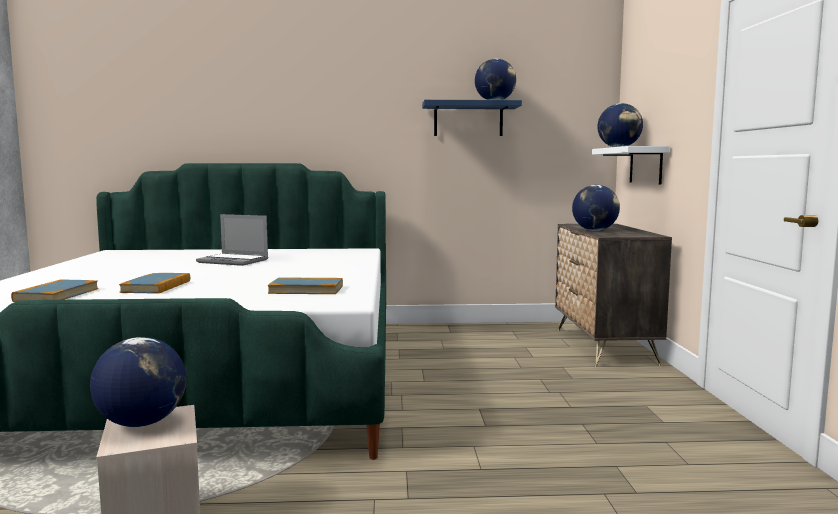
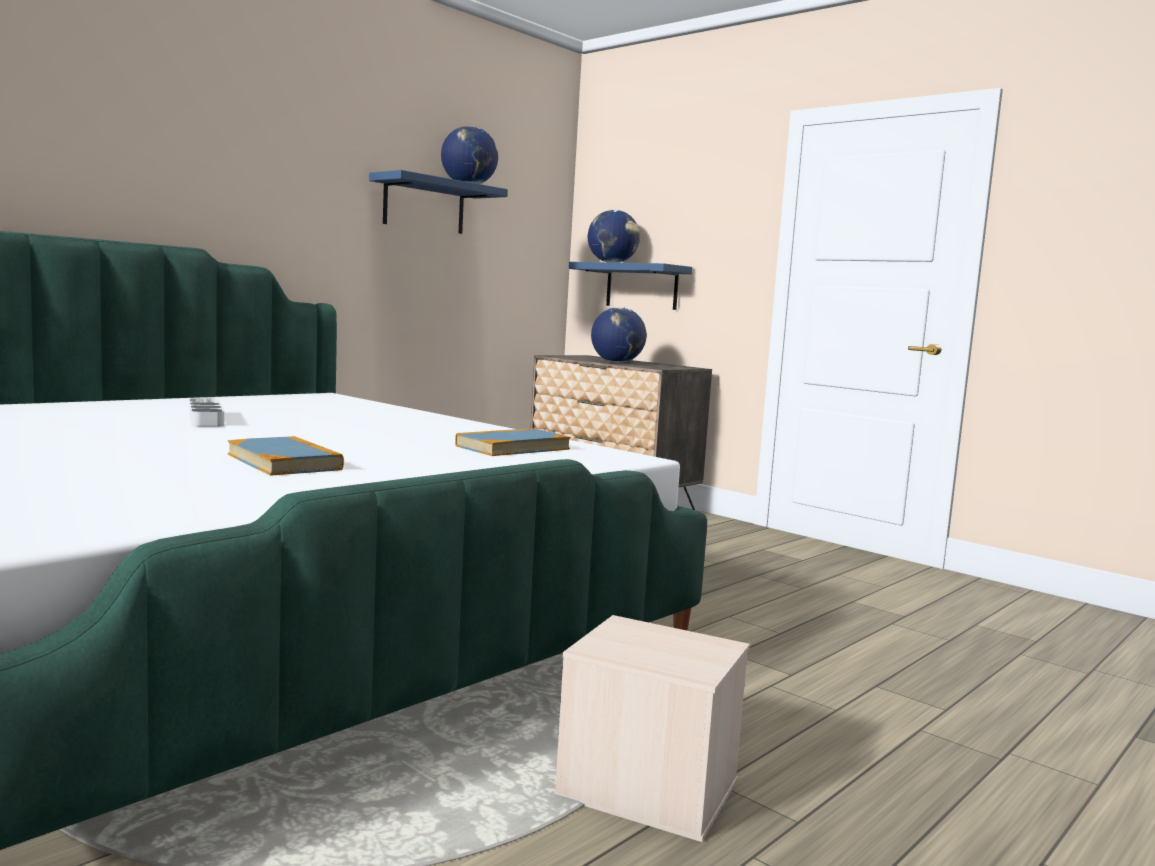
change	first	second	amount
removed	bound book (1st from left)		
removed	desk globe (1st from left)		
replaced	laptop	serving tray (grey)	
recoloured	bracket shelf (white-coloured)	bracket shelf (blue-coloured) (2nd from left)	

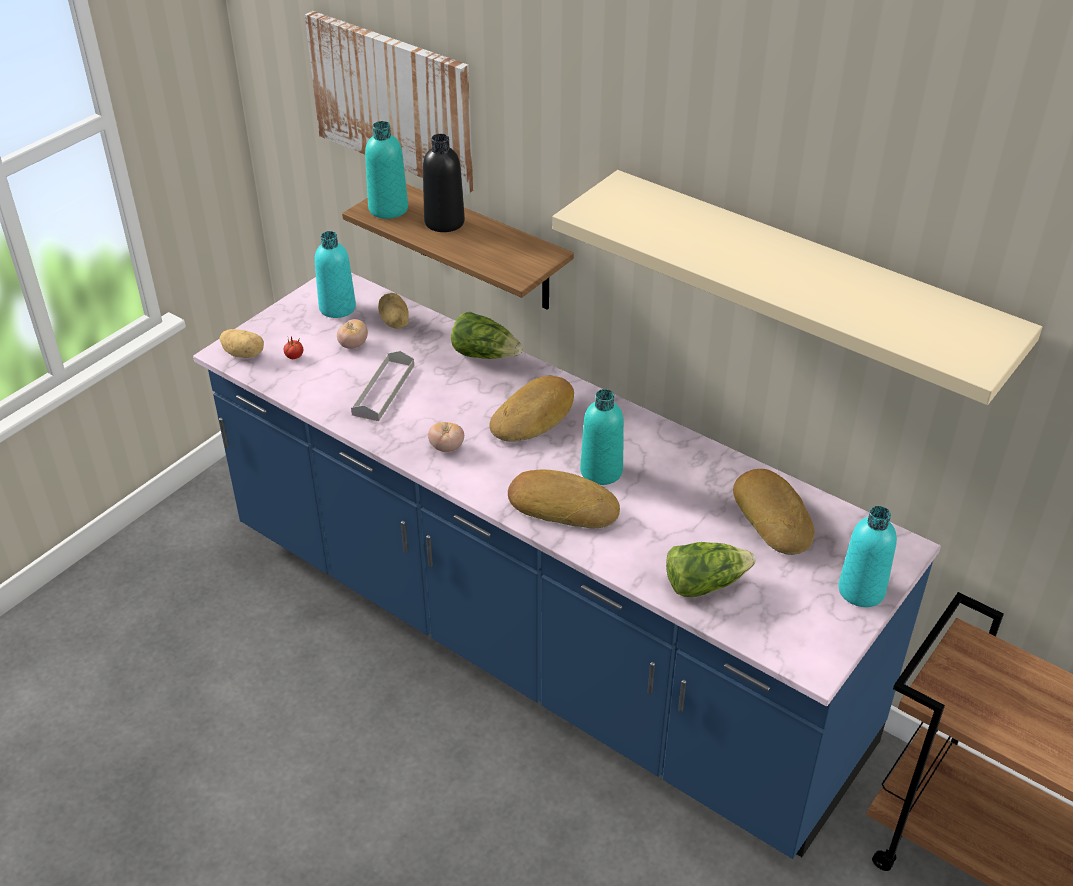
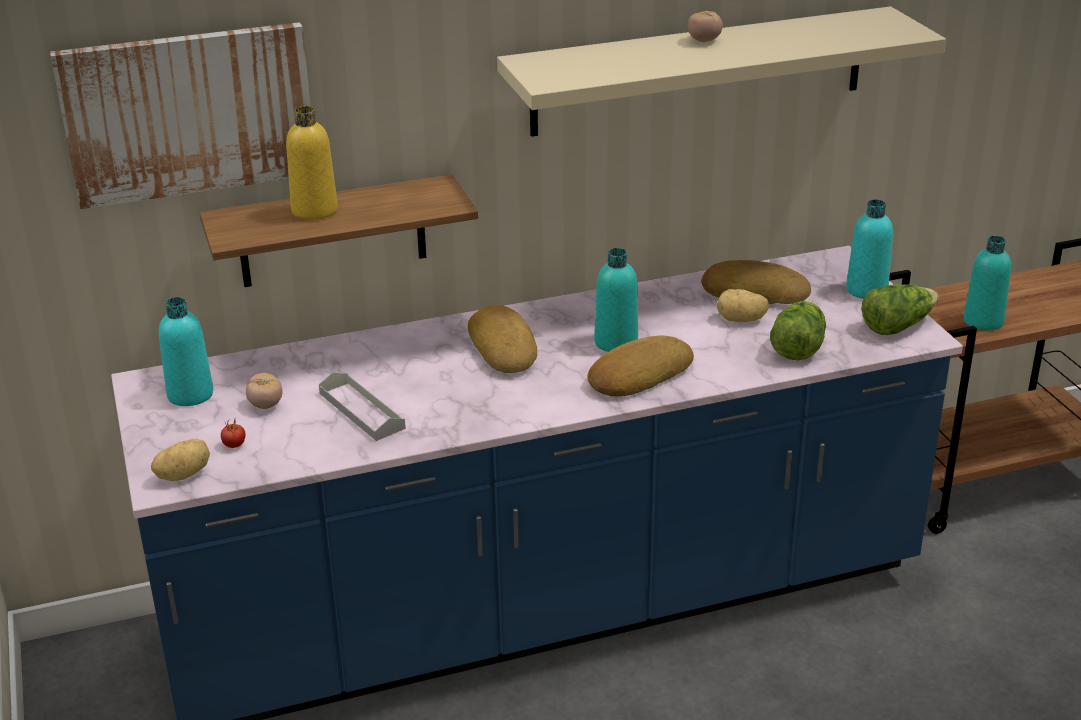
change	first	second	amount
moved	beverage bottle (blue-green) (2nd from left in the first image)	beverage bottle (blue-green) (4th from left)	
moved	potato (2nd from left)		
moved	fresh tomato (3rd from left)		
moved	head of lettuce (1st from left in the first image)	head of lettuce (2nd from left)	
recoloured	beverage bottle (blackish)	beverage bottle (yellowish)	

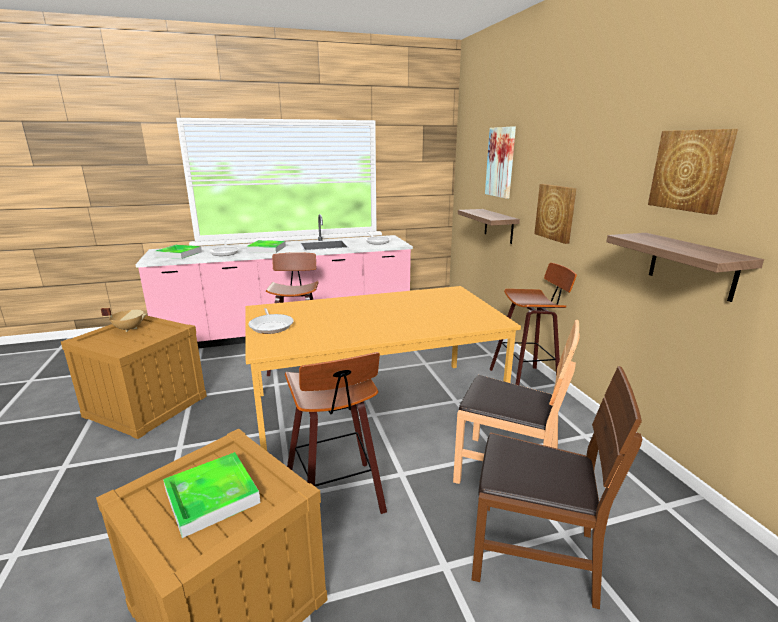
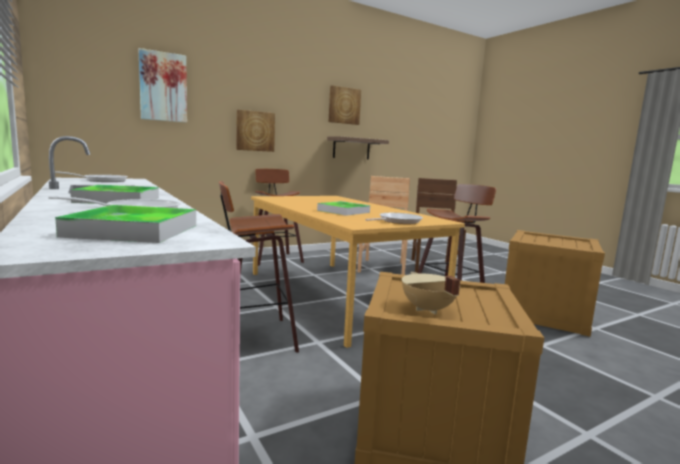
change	first	second	amount
removed	bracket shelf (1st from left)		
moved	serving tray (2nd from left in the first image)	serving tray (3rd from left)	

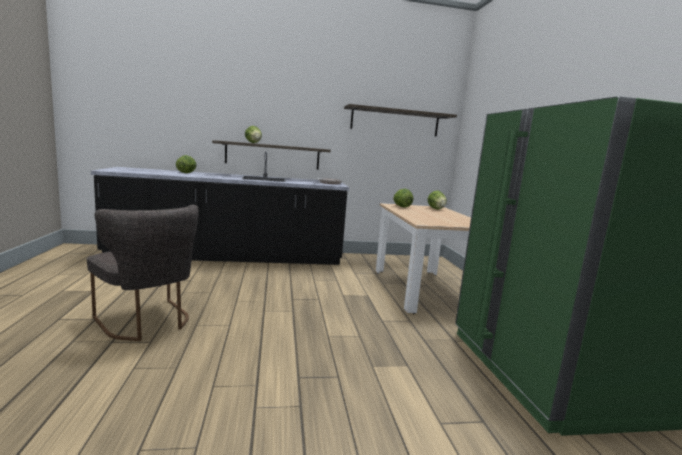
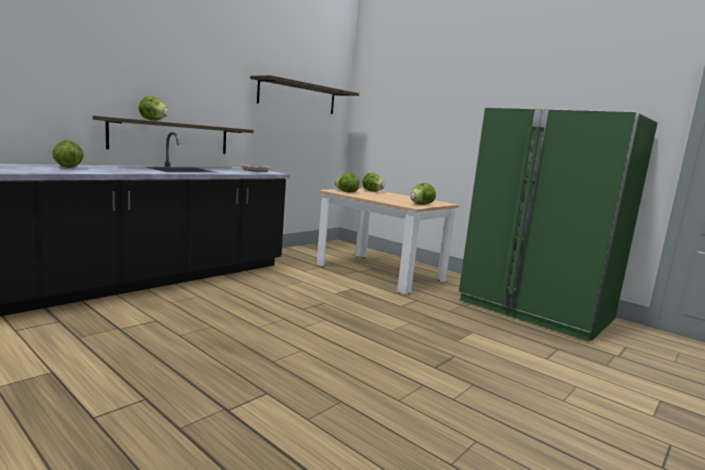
change	first	second	amount
removed	chair (grey)		
added		head of lettuce (5th from left)	

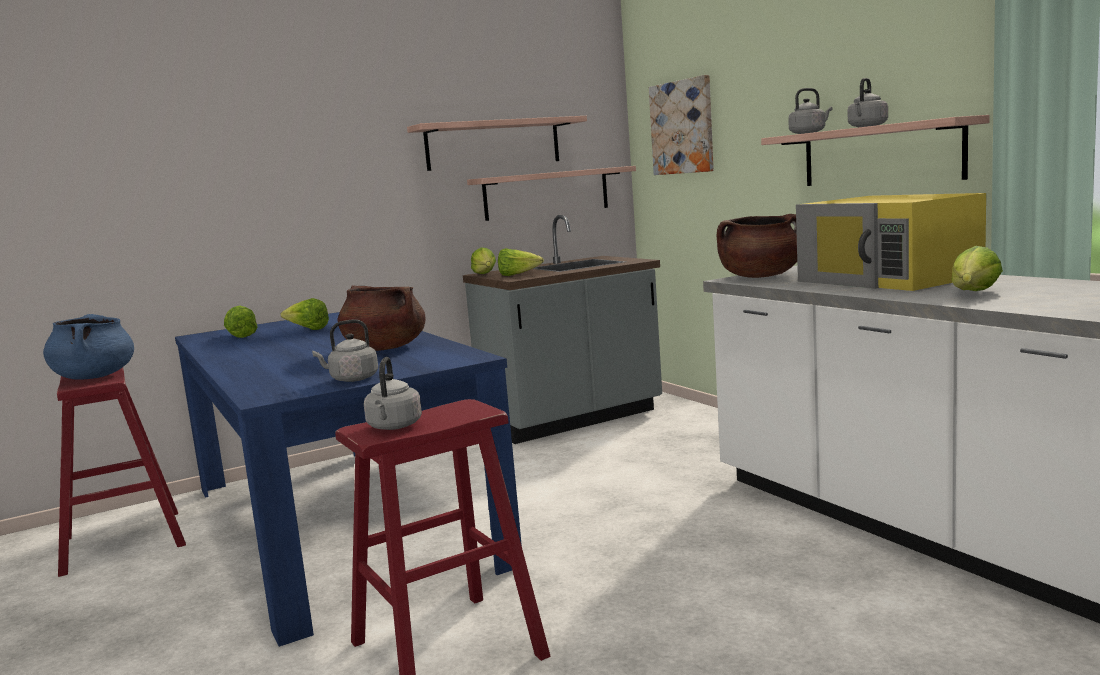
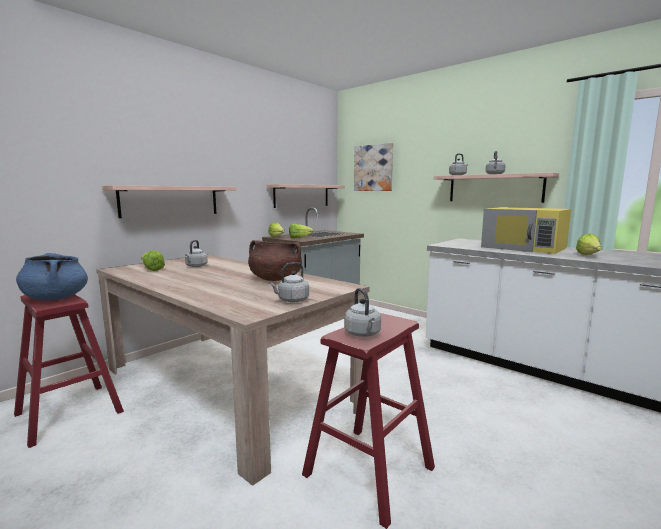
change	first	second	amount
removed	stockpot (brown) (2nd from left)		
moved	bracket shelf (1st from left)		
replaced	head of lettuce (2nd from left)	tea kettle (grey) (1st from left)	
recoloured	dining table (blue-coloured)	dining table (sand-coloured)	

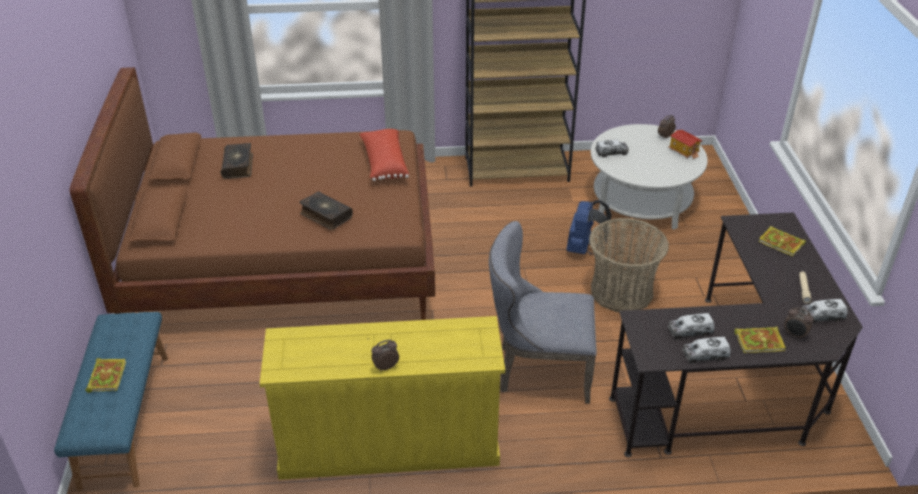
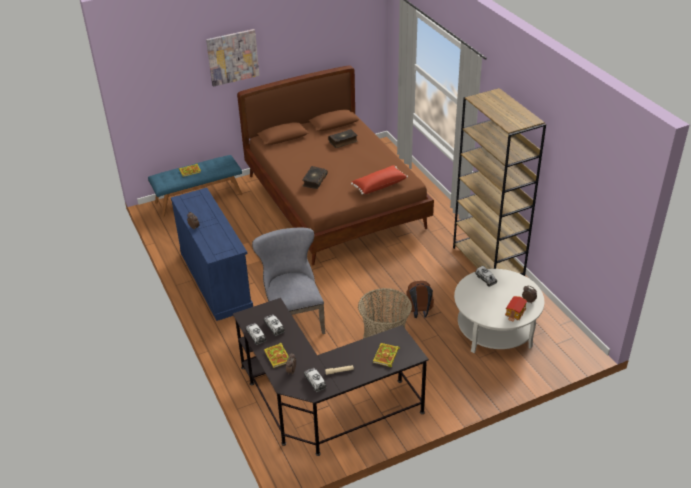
change	first	second	amount
added		picture	
recoloured	drawer chest (yellowish)	drawer chest (blue-coloured)	
recoloured	backpack (blue-coloured)	backpack (brown)	

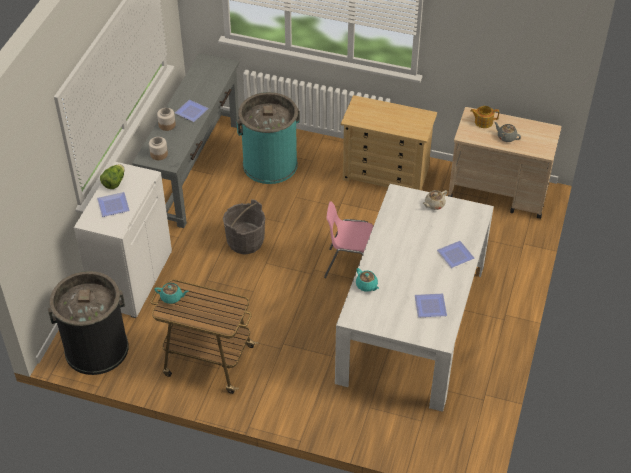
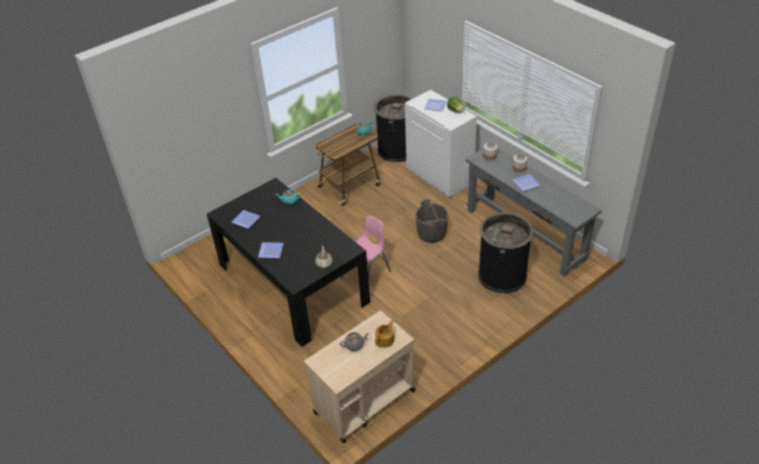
change	first	second	amount
removed	drawer chest (sand-coloured)		
recoloured	waste bin (blue-green)	waste bin (blackish) (2nd from left)	
recoloured	dining table (white-coloured)	dining table (blackish)	

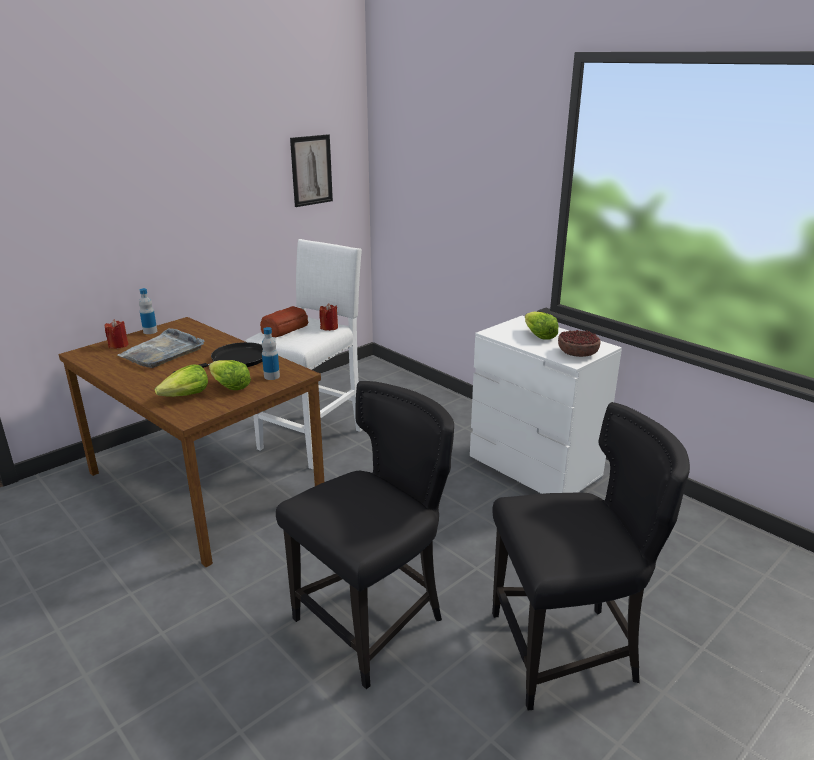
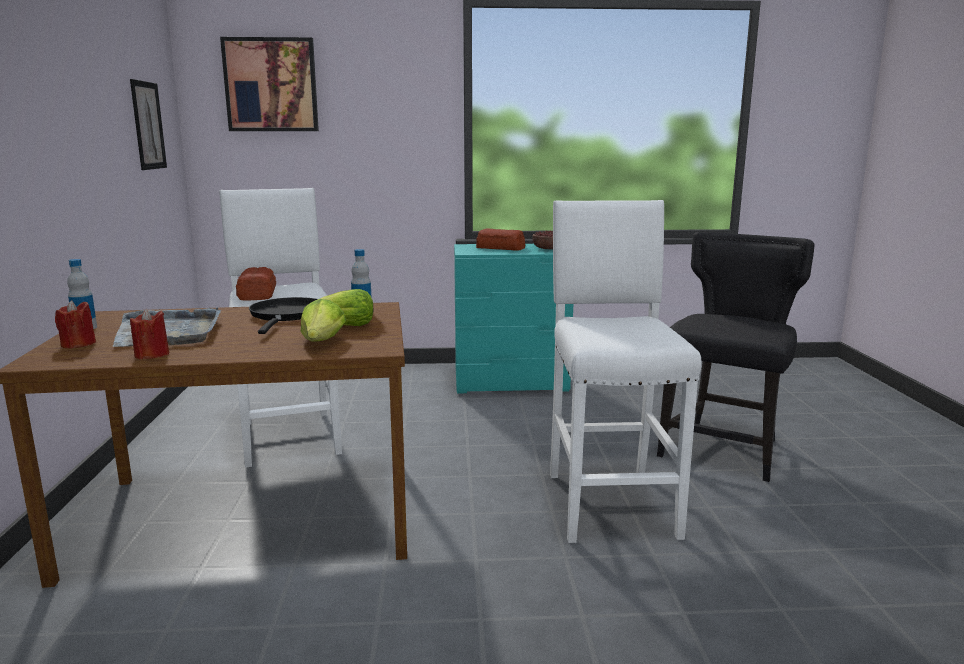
change	first	second	amount
added		picture (2nd from left)	
moved	wax light (red) (2nd from left)		
replaced	chair (blackish) (1st from left)	stool (white-coloured) (2nd from left)	
replaced	head of lettuce (3rd from left)	bakery bread (2nd from left)	
recoloured	drawer chest (white-coloured)	drawer chest (blue-green)	

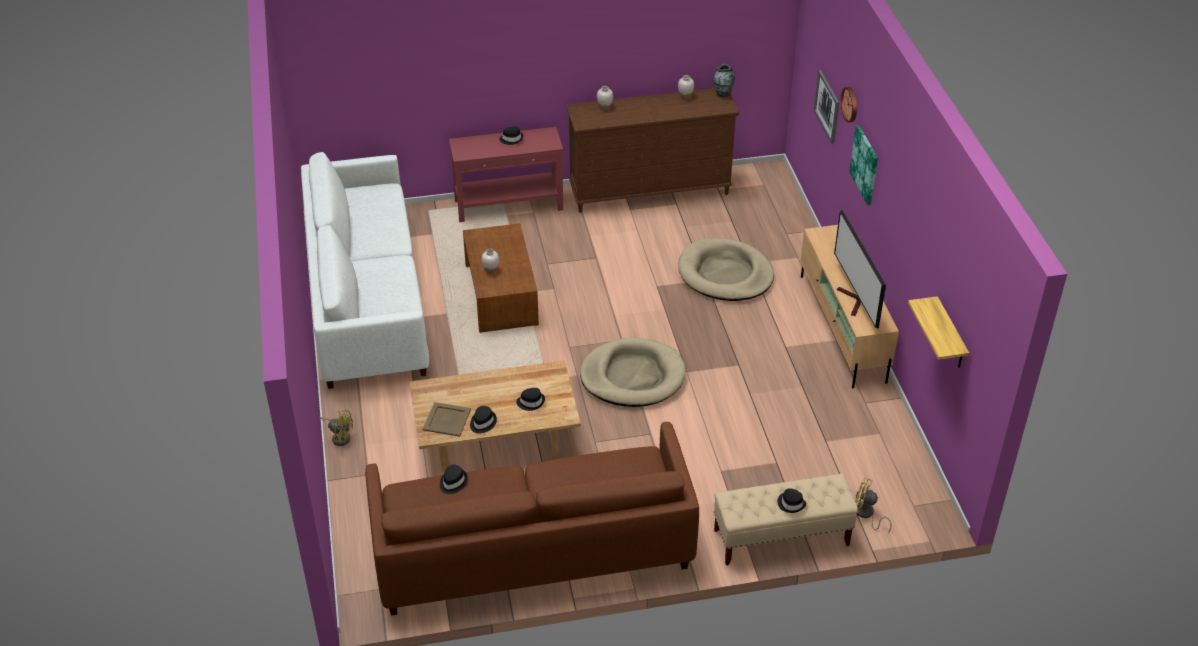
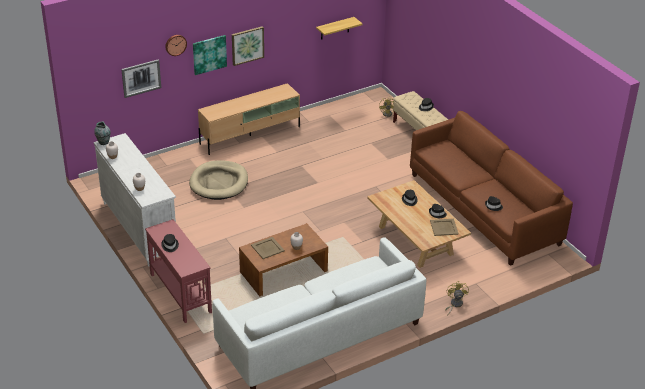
change	first	second	amount
removed	dog cushion (sand-coloured) (1st from left)		
removed	television		
added		picture (3rd from left)	
added		serving tray (sand-coloured) (1st from left)	
recoloured	drawer chest (brown)	drawer chest (white-coloured)	

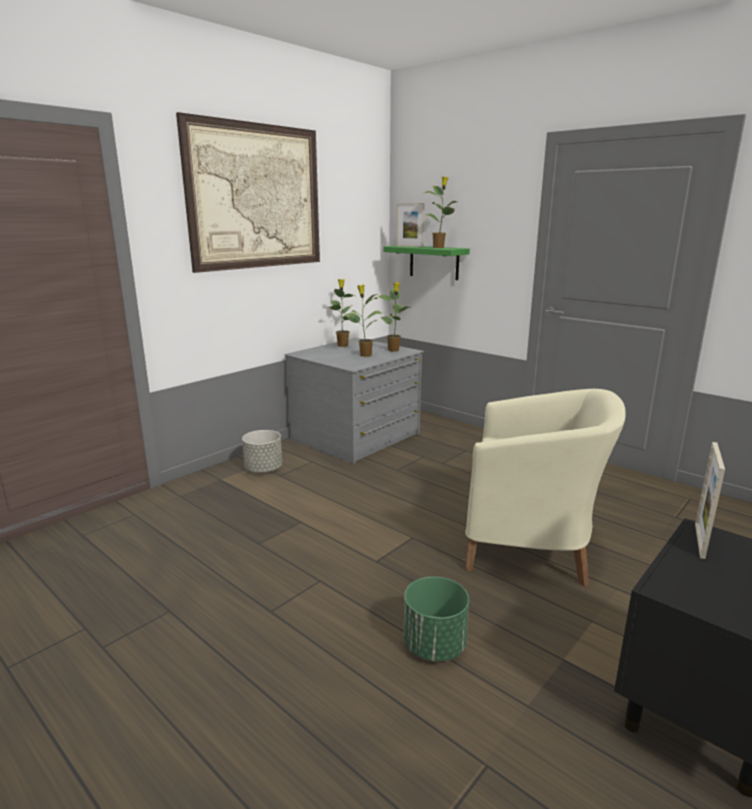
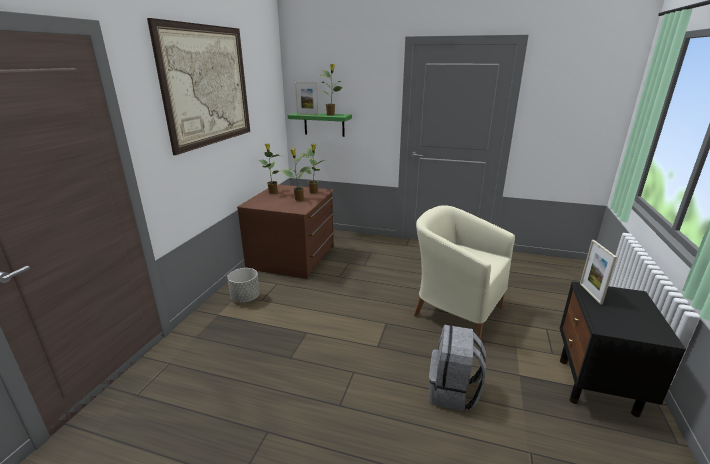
change	first	second	amount
replaced	plant pot (green-coloured)	backpack (grey)	
recoloured	drawer chest (grey)	drawer chest (brown)	
turned	lounge chair (sand-coloured)		135 degrees counterclockwise

